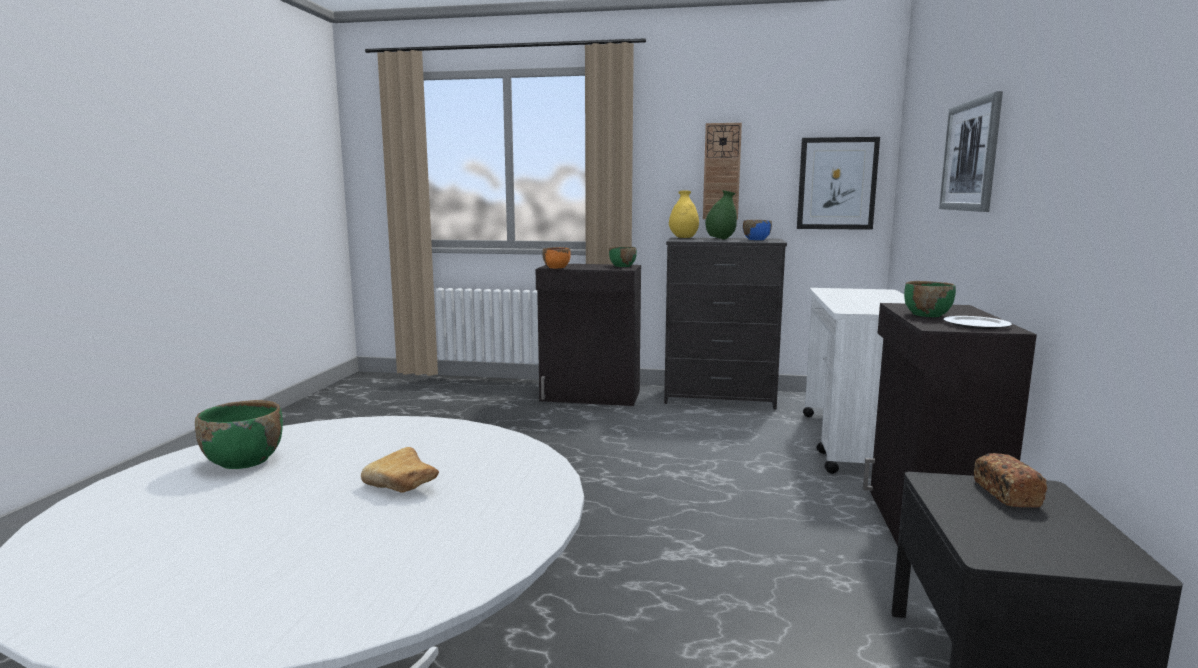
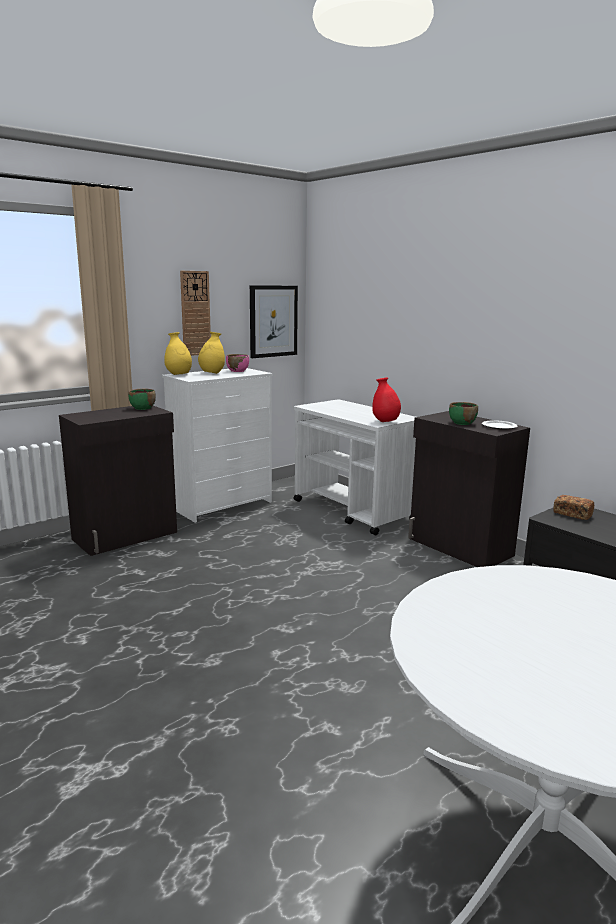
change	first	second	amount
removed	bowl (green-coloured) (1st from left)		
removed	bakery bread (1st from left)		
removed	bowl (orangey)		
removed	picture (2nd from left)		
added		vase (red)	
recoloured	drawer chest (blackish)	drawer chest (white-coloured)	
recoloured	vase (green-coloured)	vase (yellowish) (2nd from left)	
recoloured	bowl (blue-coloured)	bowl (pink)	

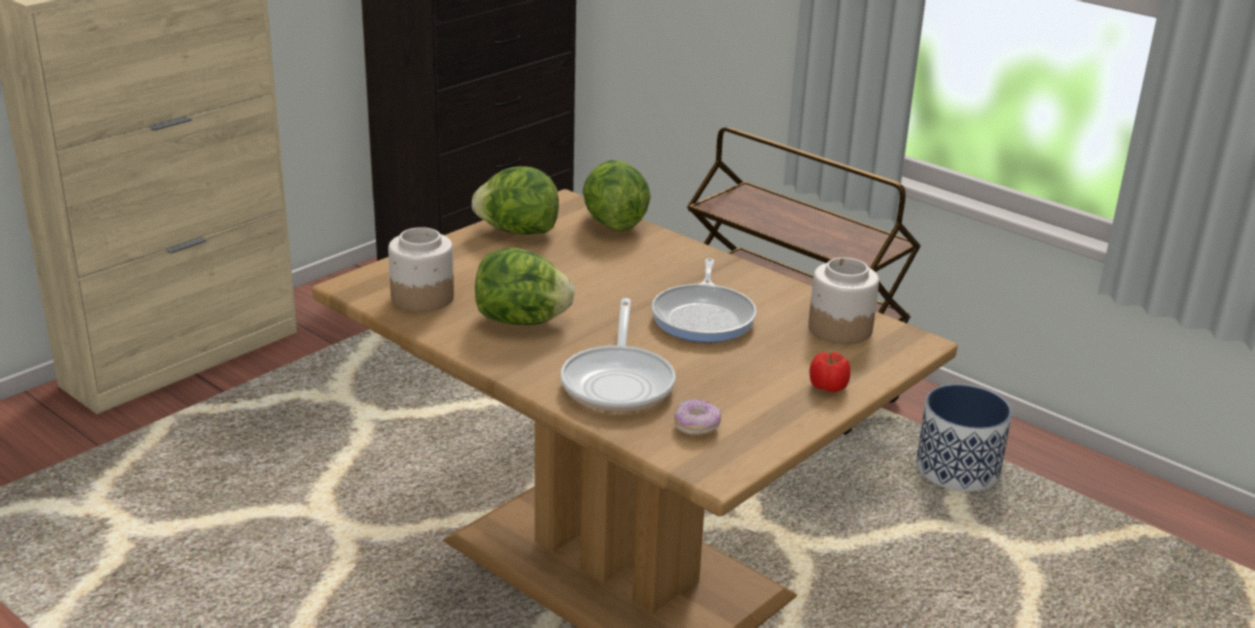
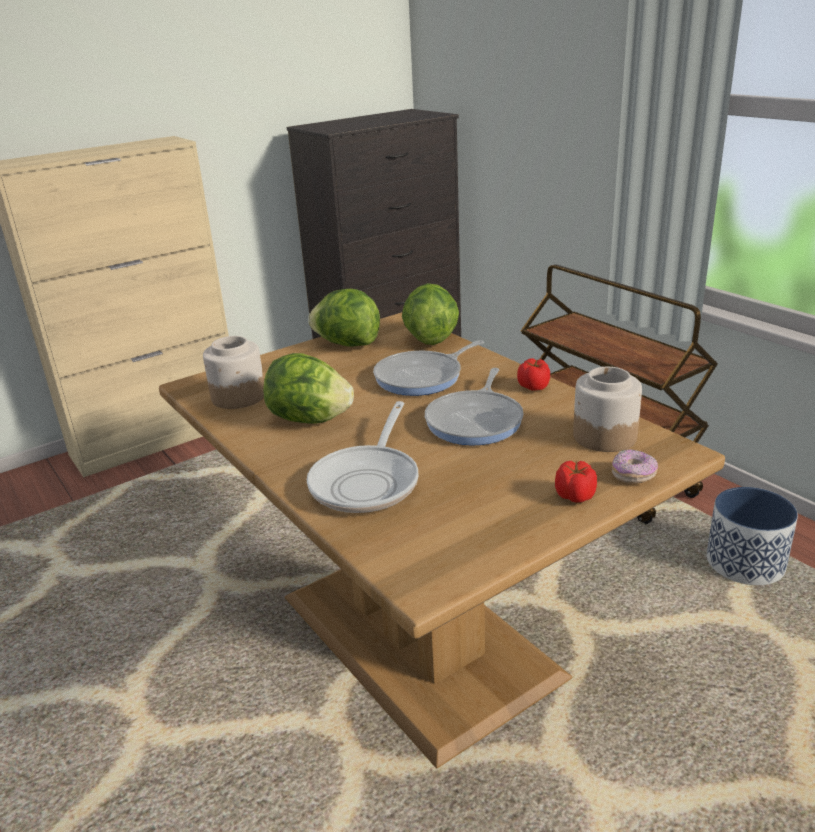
change	first	second	amount
added		skillet (2nd from left)	
added		fresh tomato (1st from left)	
moved	doughnut		

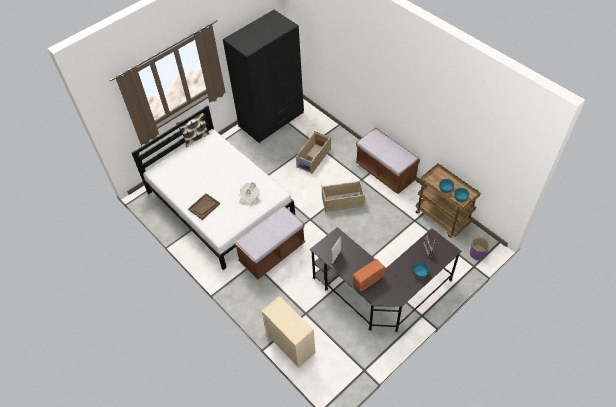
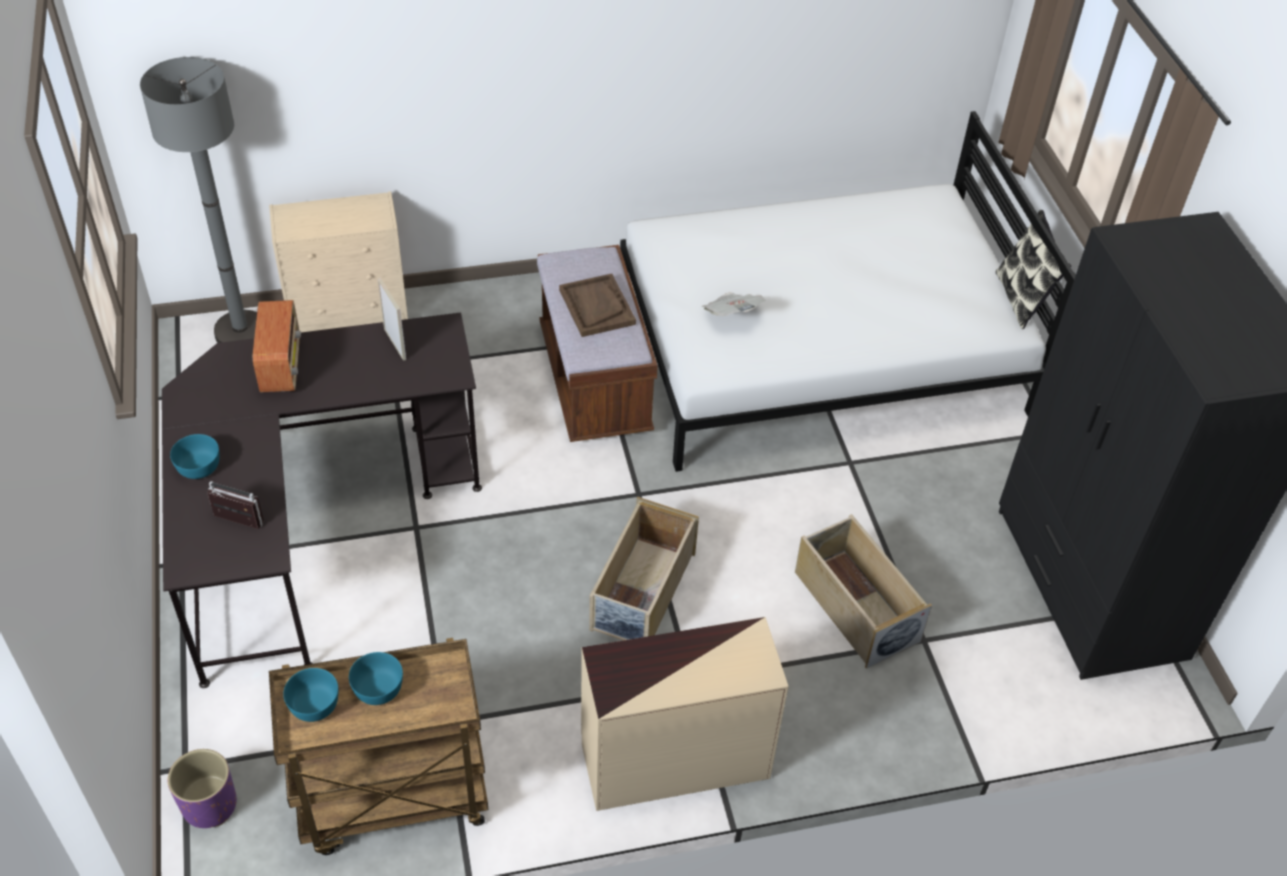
change	first	second	amount
added		floor lamp (grey)	
moved	serving tray (brown)		
replaced	long seat (brown) (2nd from left)	drawer chest (sand-coloured) (2nd from left)	

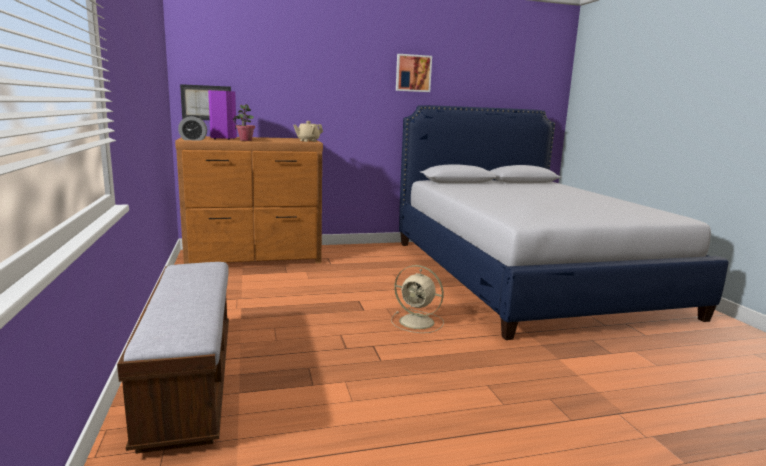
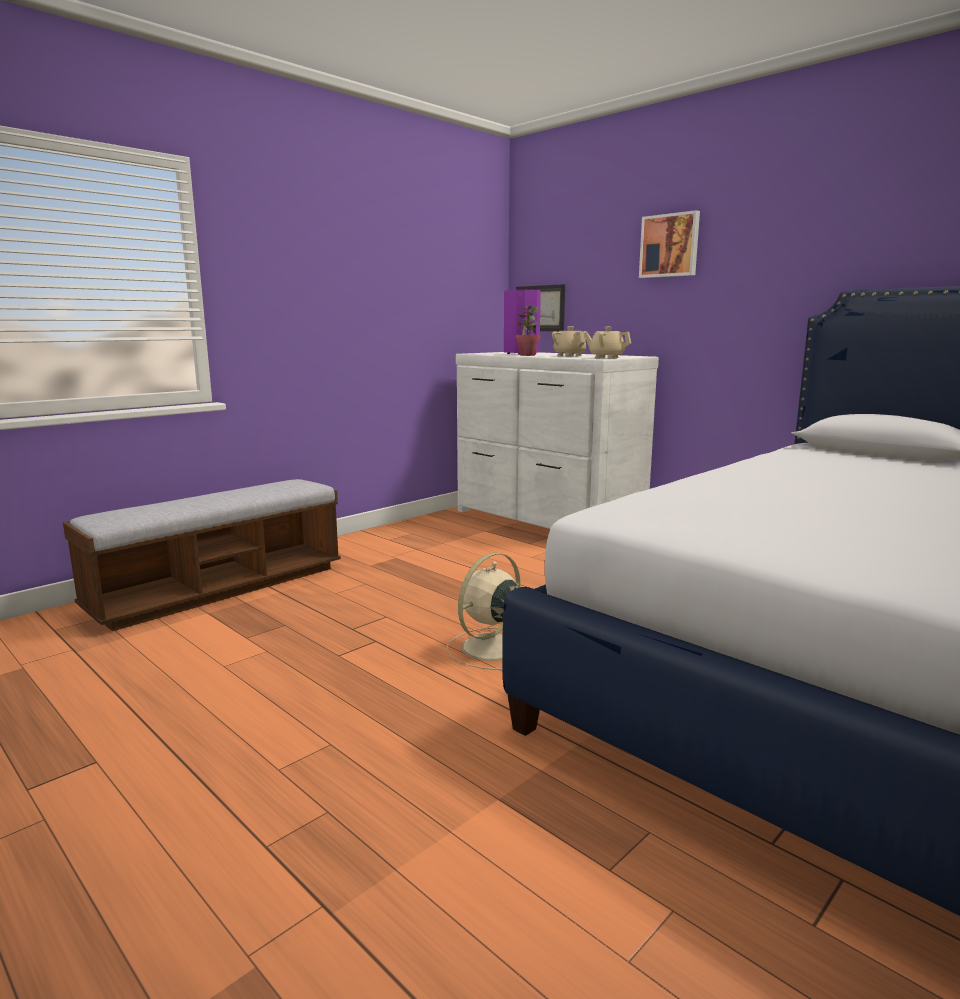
change	first	second	amount
removed	bedside clock		
added		teapot (sand-coloured) (1st from left)	
moved	picture (2nd from left)		
recoloured	drawer chest (brown)	drawer chest (white-coloured)	
turned	cooling fan (sand-coloured)		45 degrees clockwise

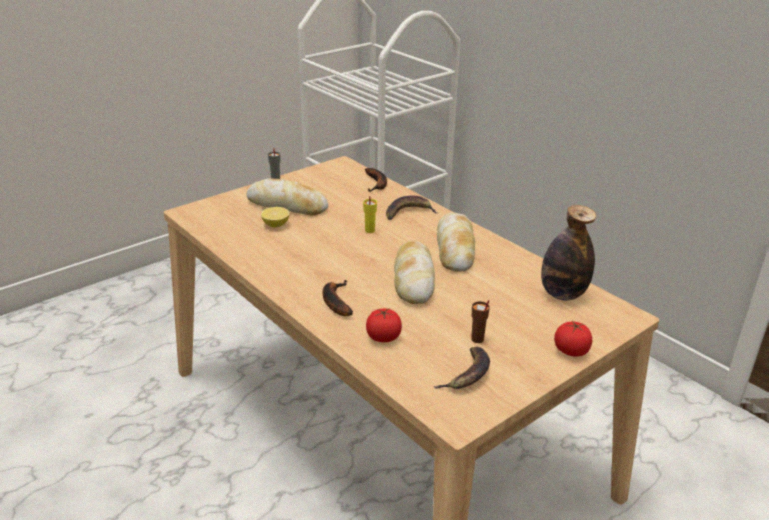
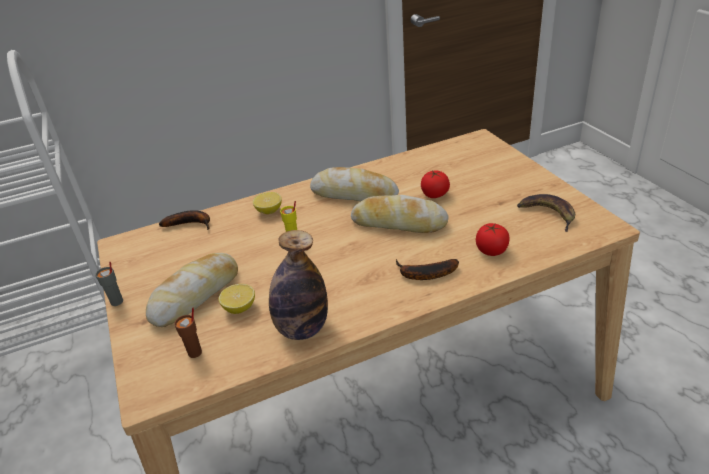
change	first	second	amount
moved	cup (brown)		
moved	beverage bottle		
moved	fresh tomato (2nd from left in the first image)	fresh tomato (1st from left)	
replaced	banana fruit (3rd from left)	citrus fruit (2nd from left)	

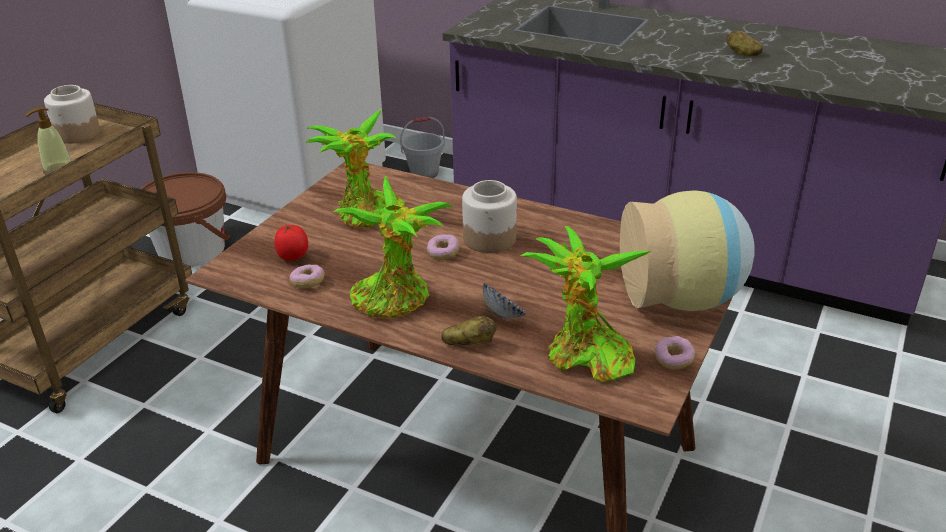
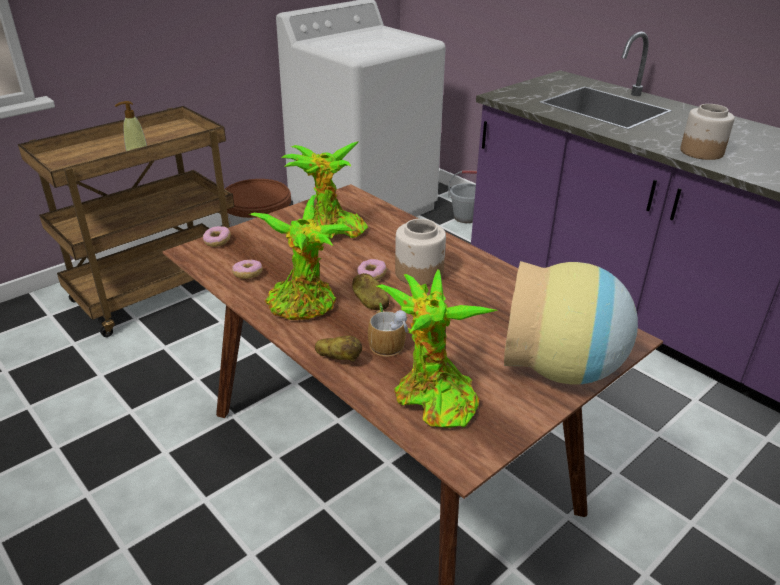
change	first	second	amount
removed	fresh tomato		
moved	storage jar (1st from left in the first image)	storage jar (2nd from left)	
moved	doughnut (3rd from left in the first image)	doughnut (1st from left)	
moved	potato (2nd from left)		
replaced	bowl	mug	

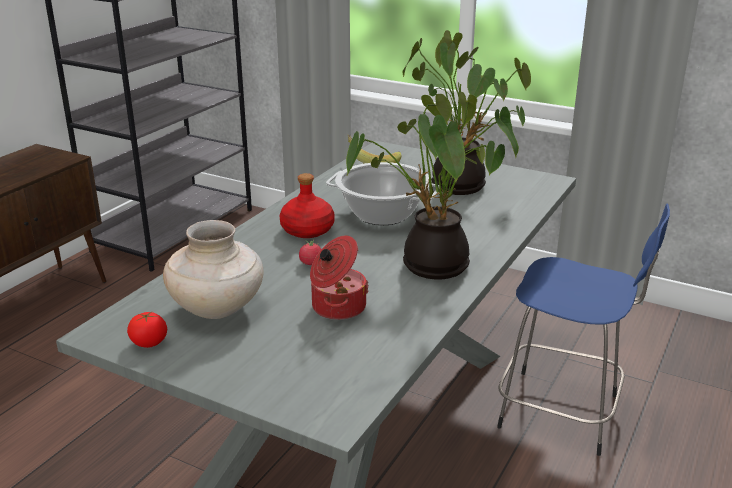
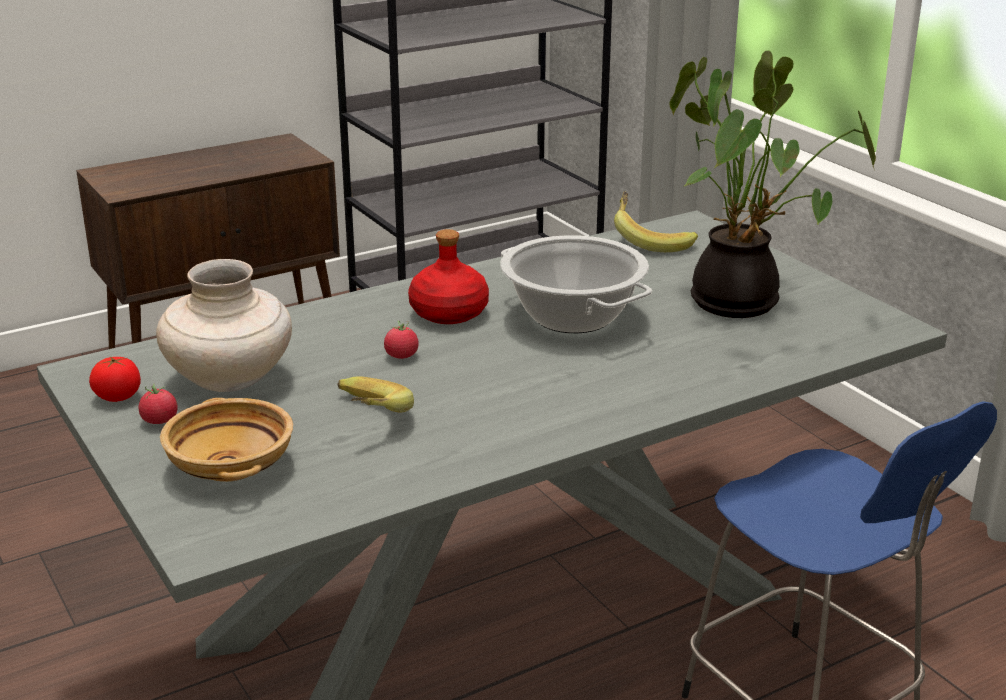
change	first	second	amount
removed	plant in a pot (1st from left)		
added		fresh tomato (2nd from left)	
added		bowl (sand-coloured)	
replaced	stockpot (1st from left)	banana fruit (1st from left)	

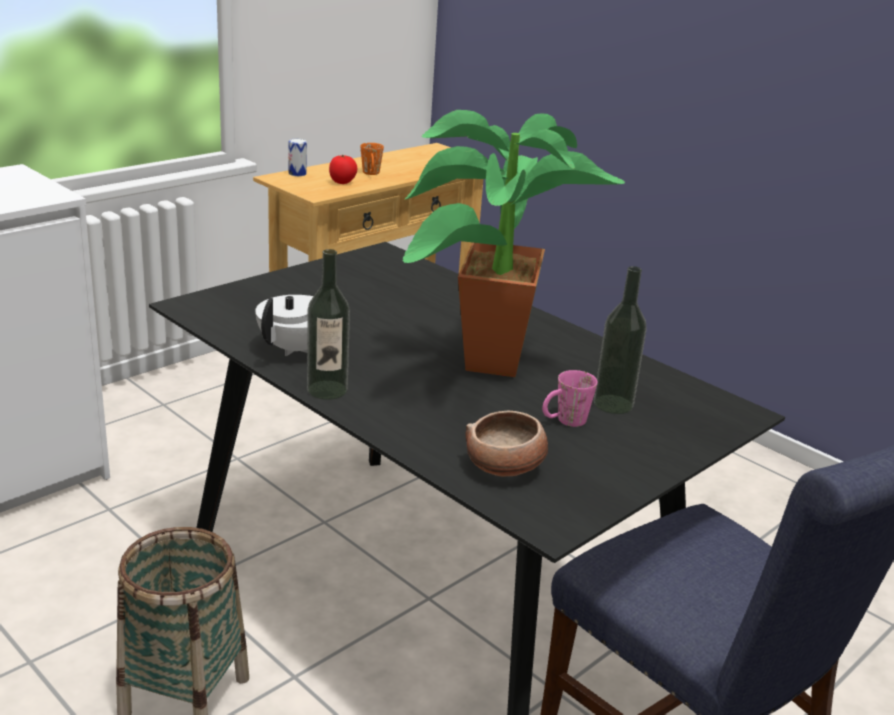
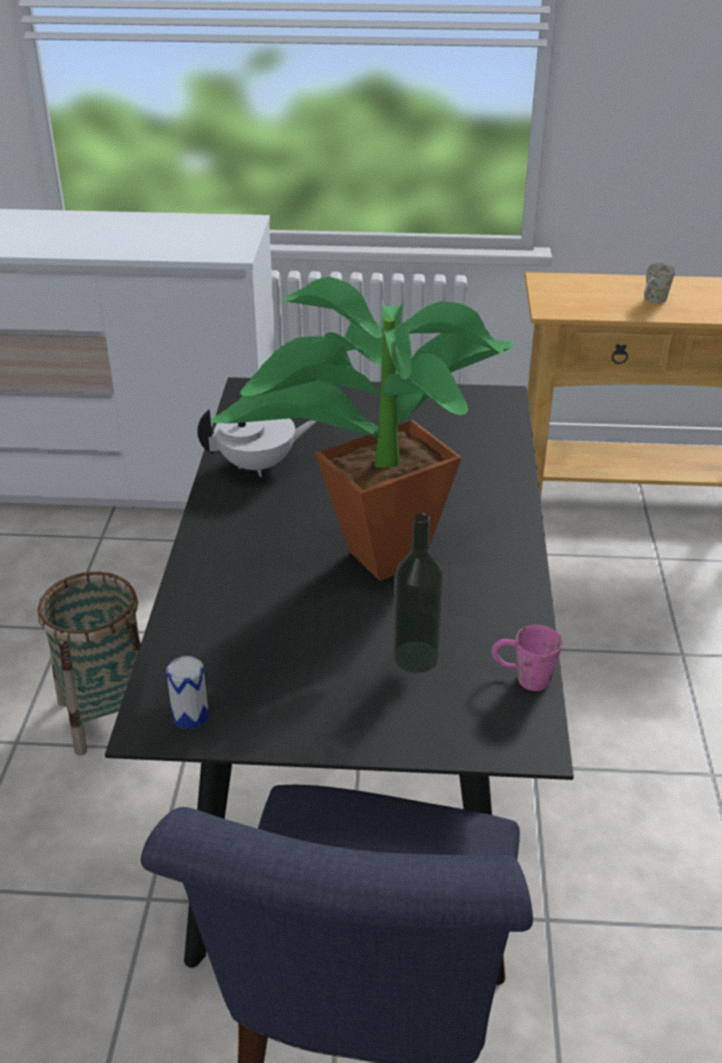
change	first	second	amount
removed	beverage bottle (1st from left)		
removed	fresh tomato		
removed	bowl		
moved	metal can		
moved	mug (pink)		
recoloured	mug (orangey)	mug (white-coloured)	

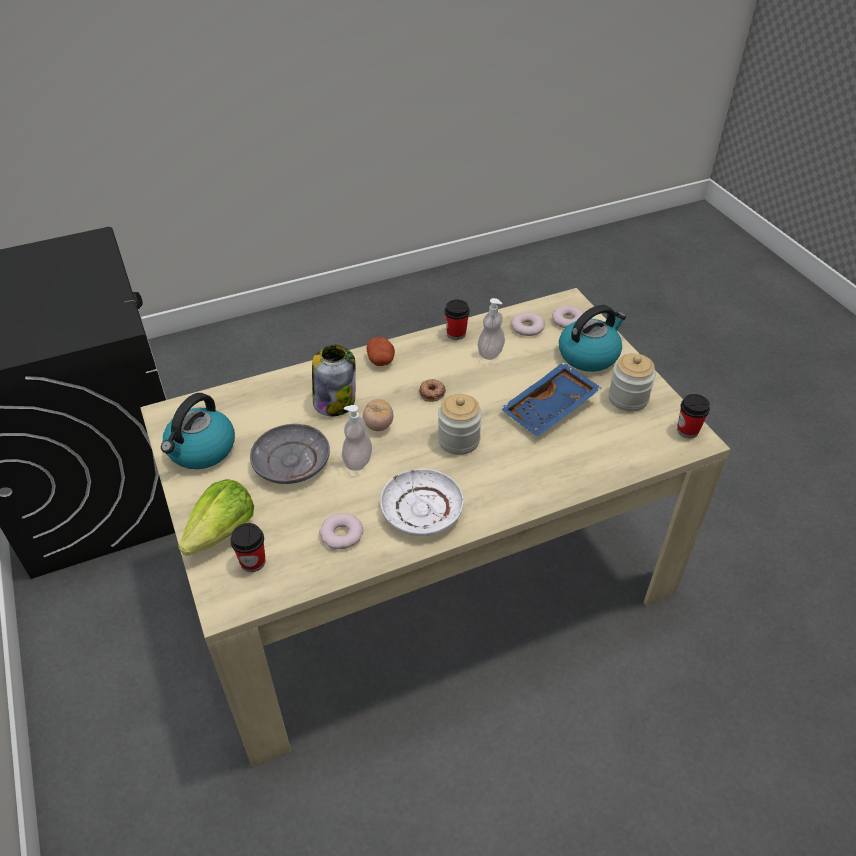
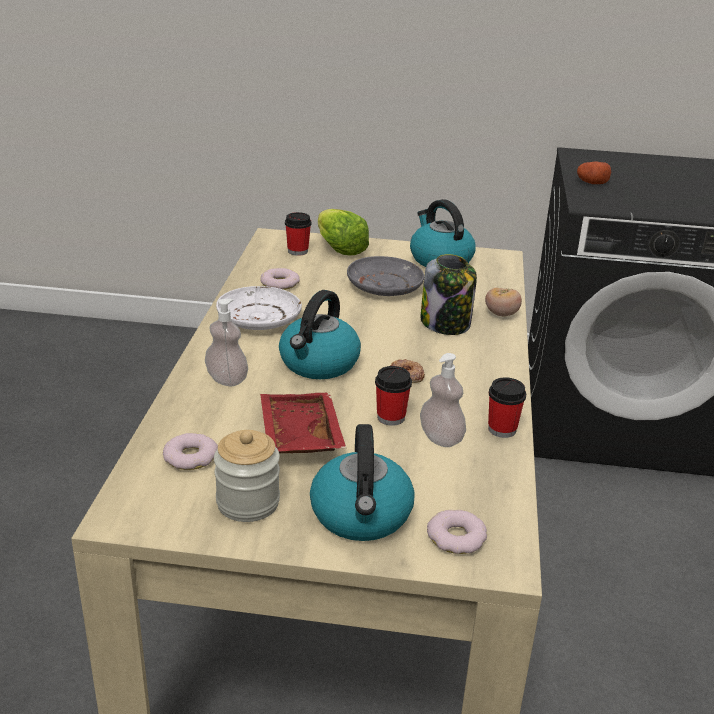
change	first	second	amount
moved	liquid soap bottle (1st from left)		
moved	fresh tomato		
moved	potato		
moved	doughnut (3rd from left in the first image)	doughnut (1st from left)	
moved	cup (3rd from left in the first image)	cup (2nd from left)	
replaced	storage jar (2nd from left)	tea kettle (1st from left)	
recoloured	serving tray (blue-coloured)	serving tray (red)	

